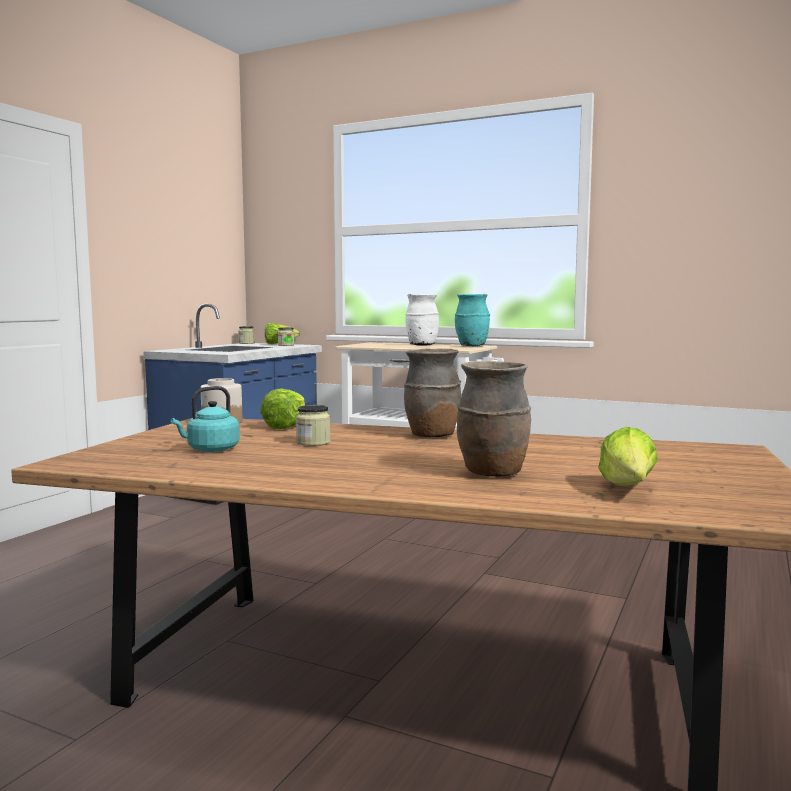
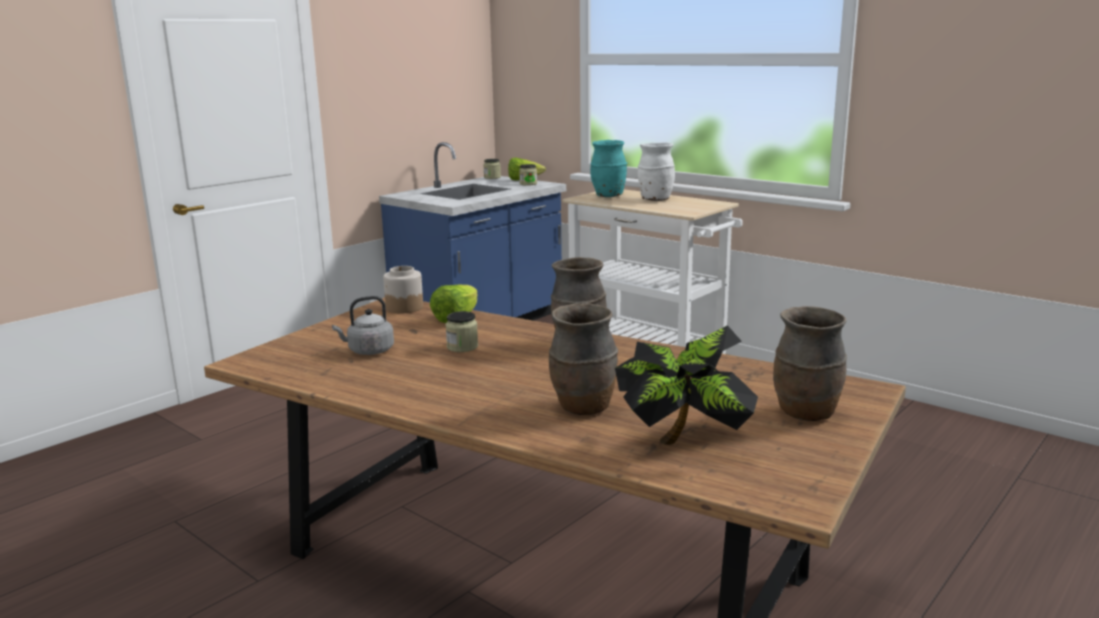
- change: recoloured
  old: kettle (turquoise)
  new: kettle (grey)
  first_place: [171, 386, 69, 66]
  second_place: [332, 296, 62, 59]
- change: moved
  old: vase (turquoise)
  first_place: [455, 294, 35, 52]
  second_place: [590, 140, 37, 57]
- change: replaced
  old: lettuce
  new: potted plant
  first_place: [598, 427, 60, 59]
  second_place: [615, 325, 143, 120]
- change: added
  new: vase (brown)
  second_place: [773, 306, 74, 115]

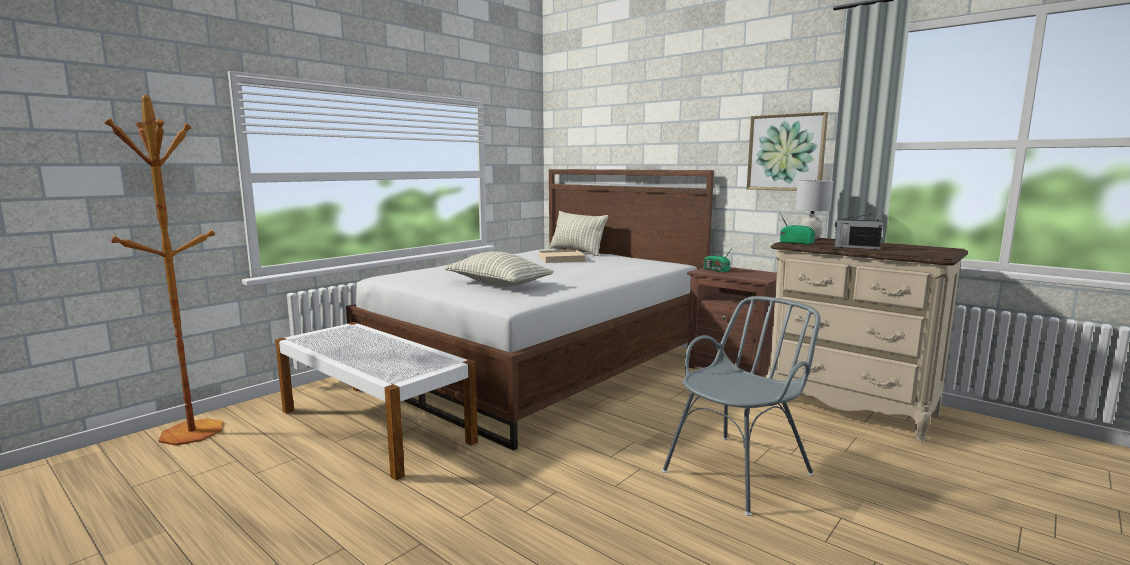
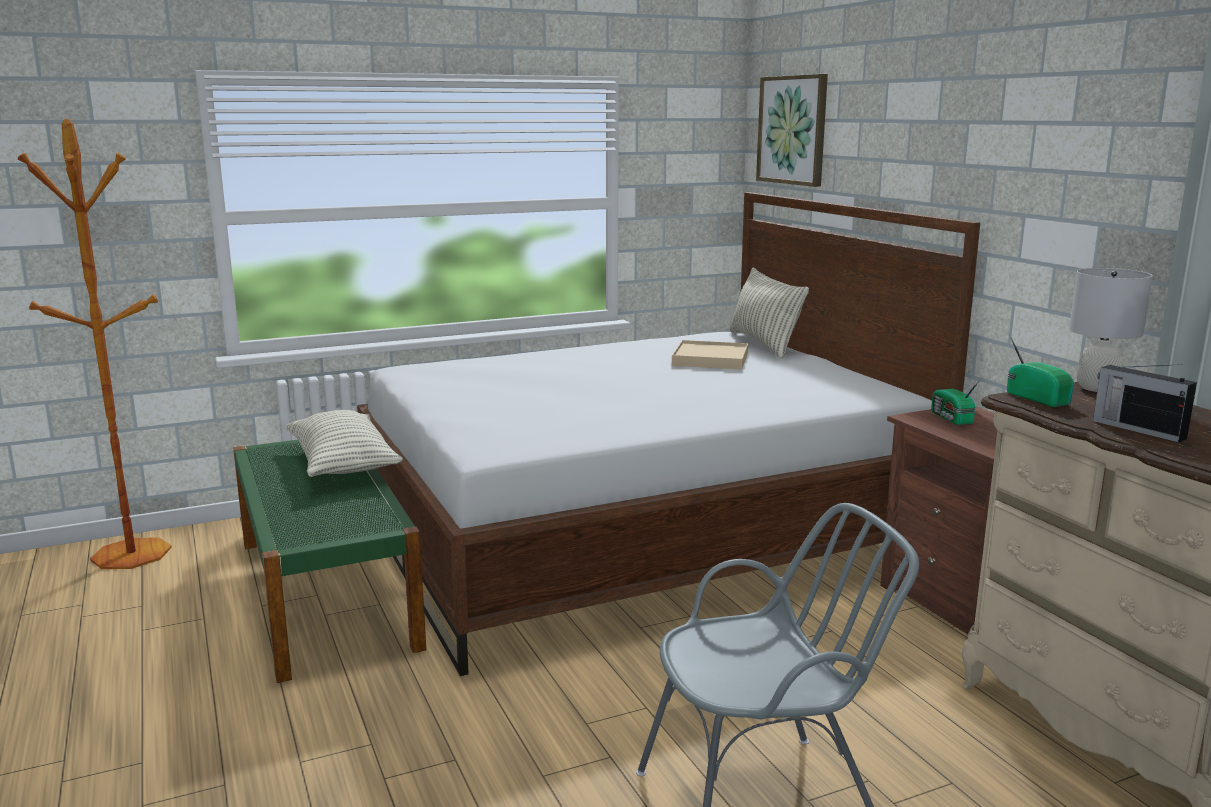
- change: recoloured
  old: bench (white)
  new: bench (green)
  first_place: [275, 322, 203, 159]
  second_place: [233, 440, 193, 243]
- change: moved
  old: pillow
  first_place: [444, 251, 110, 36]
  second_place: [286, 410, 117, 67]
- change: moved
  old: picture
  first_place: [747, 112, 81, 79]
  second_place: [756, 74, 72, 113]

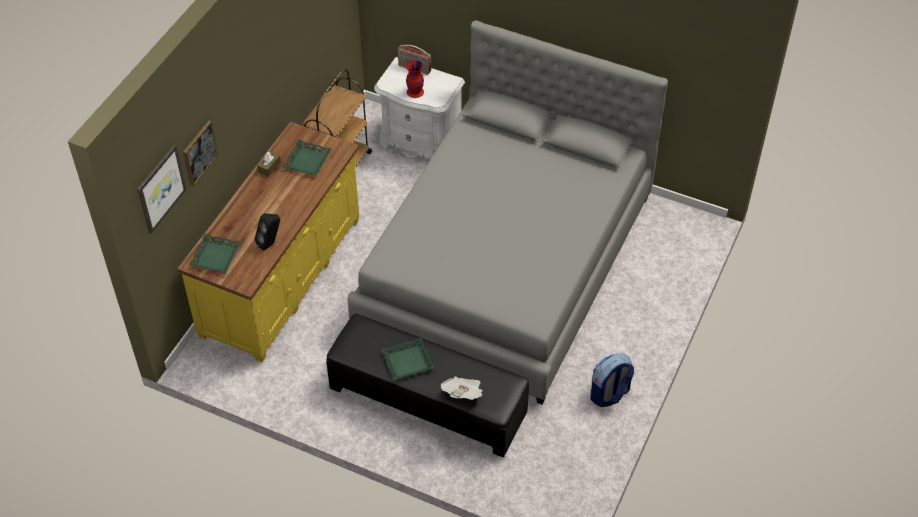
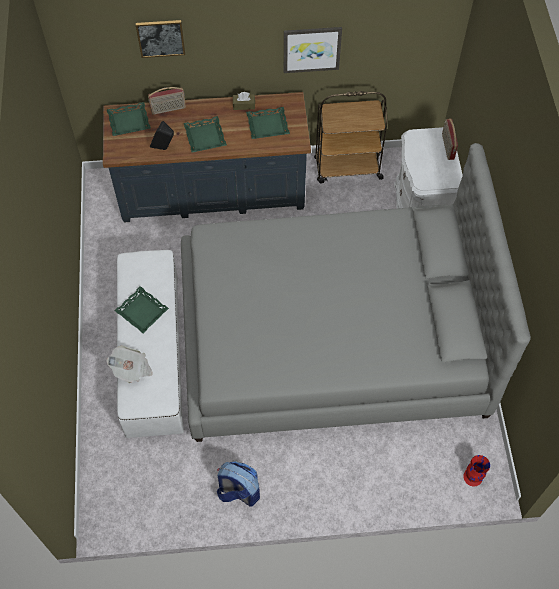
- change: moved
  old: picture
  first_place: [137, 145, 49, 89]
  second_place: [284, 27, 58, 46]
- change: recoloured
  old: dresser (yellow)
  new: dresser (blue)
  first_place: [177, 122, 182, 240]
  second_place: [103, 92, 208, 131]
- change: recoloured
  old: bench (black)
  new: bench (white)
  first_place: [326, 314, 203, 143]
  second_place: [117, 250, 67, 188]
- change: moved
  old: vase (red)
  first_place: [406, 60, 18, 38]
  second_place: [463, 455, 27, 31]
- change: added
  new: radio
  second_place: [148, 87, 38, 28]
- change: added
  new: tray (green)
  second_place: [184, 116, 43, 37]

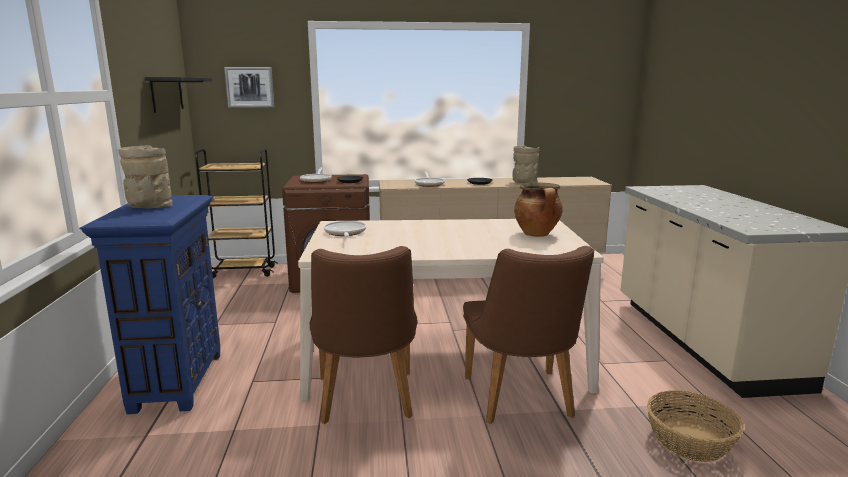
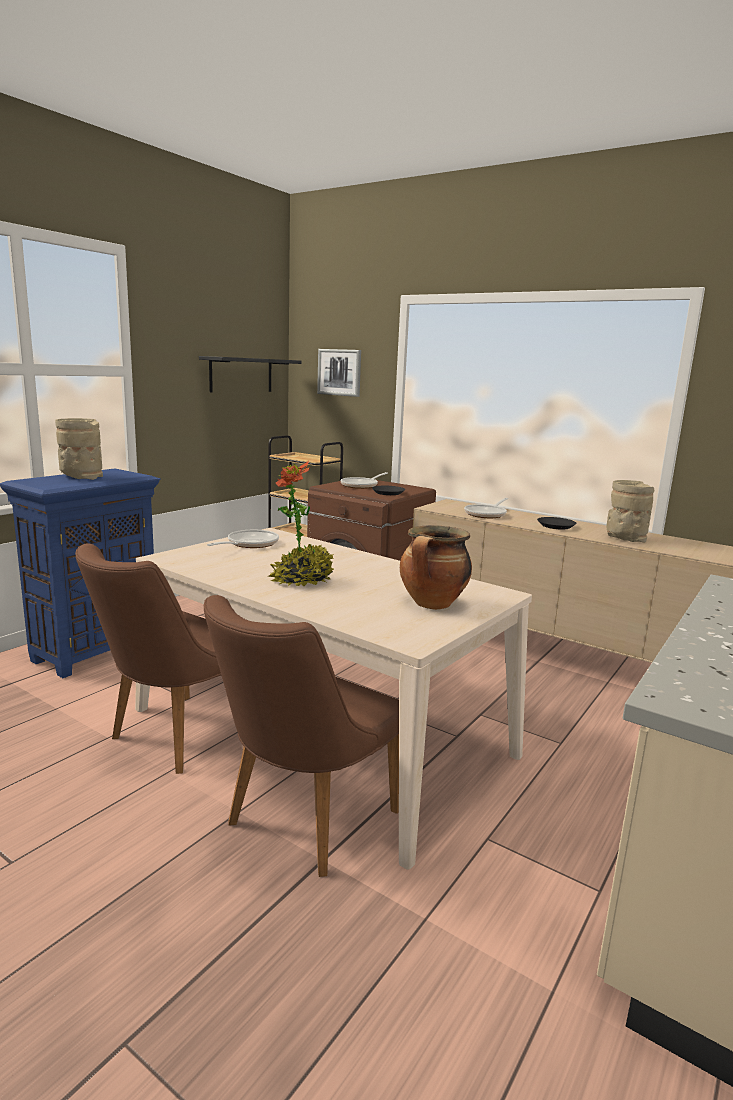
- change: removed
  old: basket
  first_place: [647, 391, 97, 71]
- change: added
  new: potted plant
  second_place: [267, 461, 67, 125]

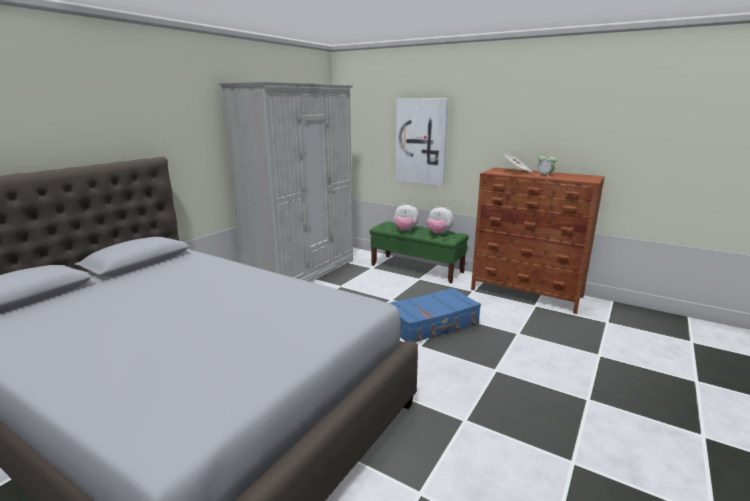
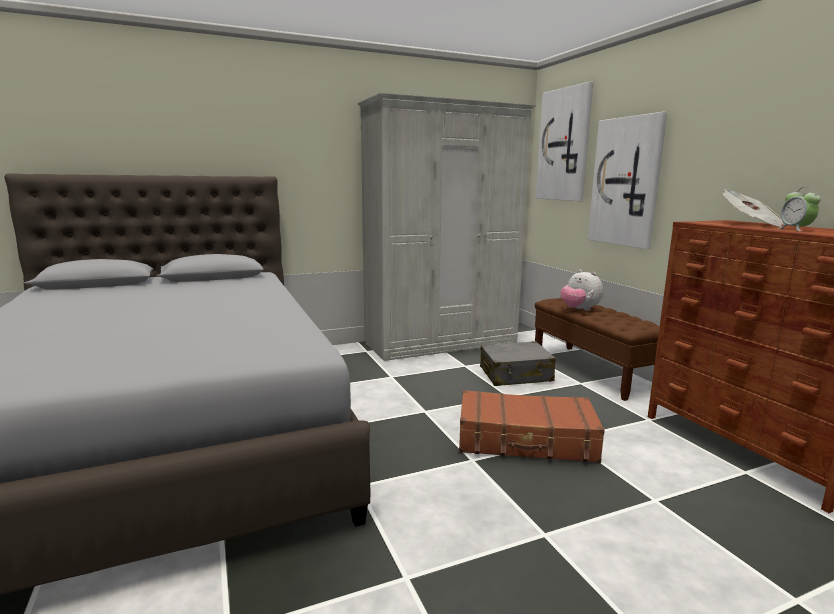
- change: recoloured
  old: bench (green)
  new: bench (brown)
  first_place: [370, 222, 99, 62]
  second_place: [535, 298, 125, 103]
- change: recoloured
  old: suitcase (blue)
  new: suitcase (brown)
  first_place: [389, 287, 92, 55]
  second_place: [459, 390, 146, 73]
- change: removed
  old: plush toy
  first_place: [427, 206, 27, 28]
- change: added
  new: suitcase (grey)
  second_place: [480, 341, 76, 45]
- change: added
  new: picture
  second_place: [536, 82, 57, 119]

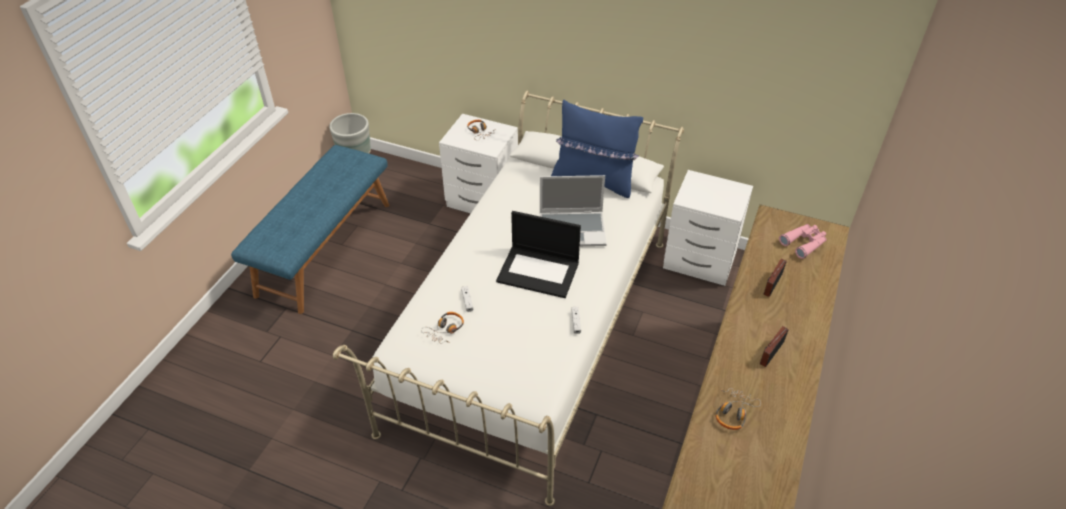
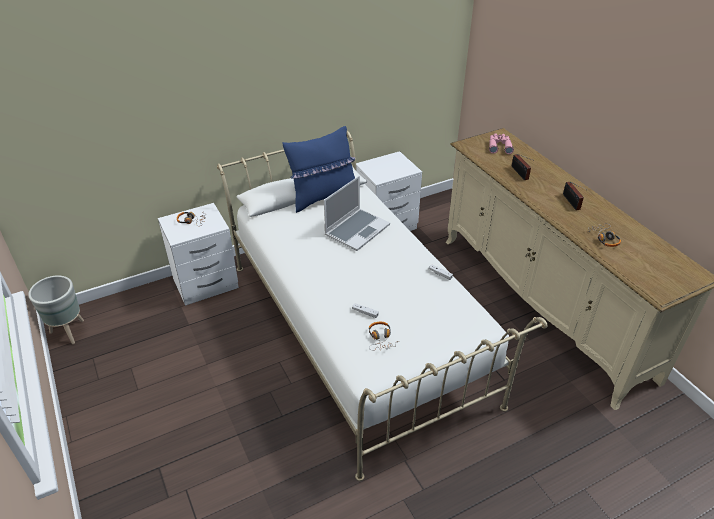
- change: removed
  old: bench (blue)
  first_place: [231, 145, 159, 169]
- change: removed
  old: laptop
  first_place: [496, 211, 85, 87]

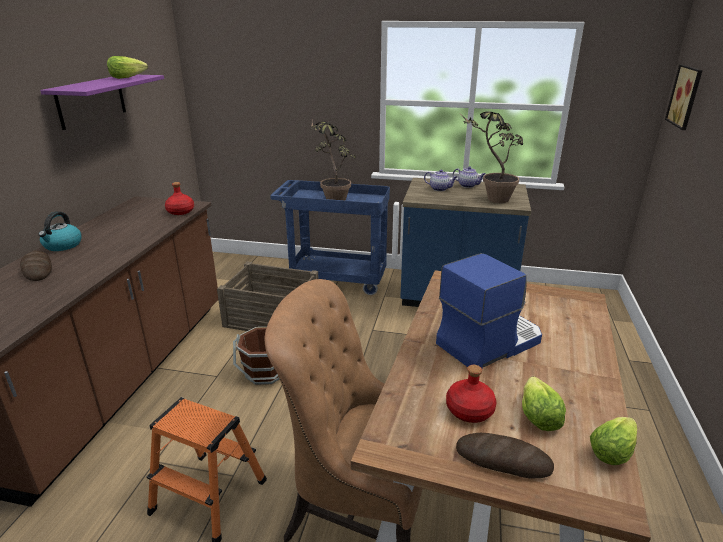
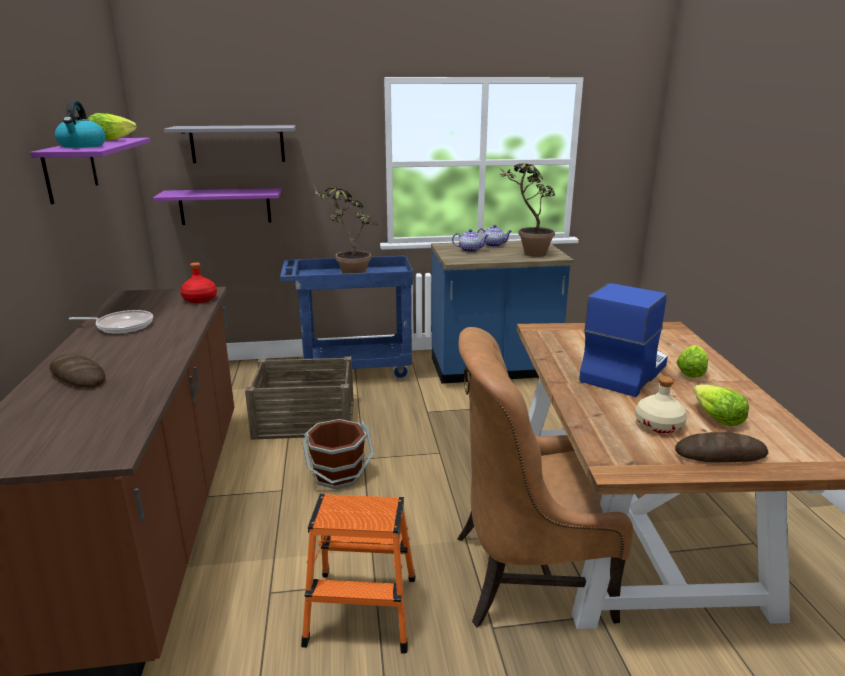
- change: moved
  old: kettle
  first_place: [38, 211, 44, 40]
  second_place: [55, 101, 51, 47]
- change: recoloured
  old: bottle (red)
  new: bottle (beige)
  first_place: [446, 365, 51, 58]
  second_place: [635, 376, 52, 57]
- change: moved
  old: lettuce
  first_place: [590, 417, 47, 48]
  second_place: [677, 345, 31, 33]
- change: removed
  old: picture
  first_place: [665, 65, 38, 65]
- change: added
  new: frying pan
  second_place: [69, 310, 84, 24]
- change: added
  new: shelf (purple)
  second_place: [153, 188, 129, 37]
- change: added
  new: shelf (grey)
  second_place: [164, 125, 132, 38]

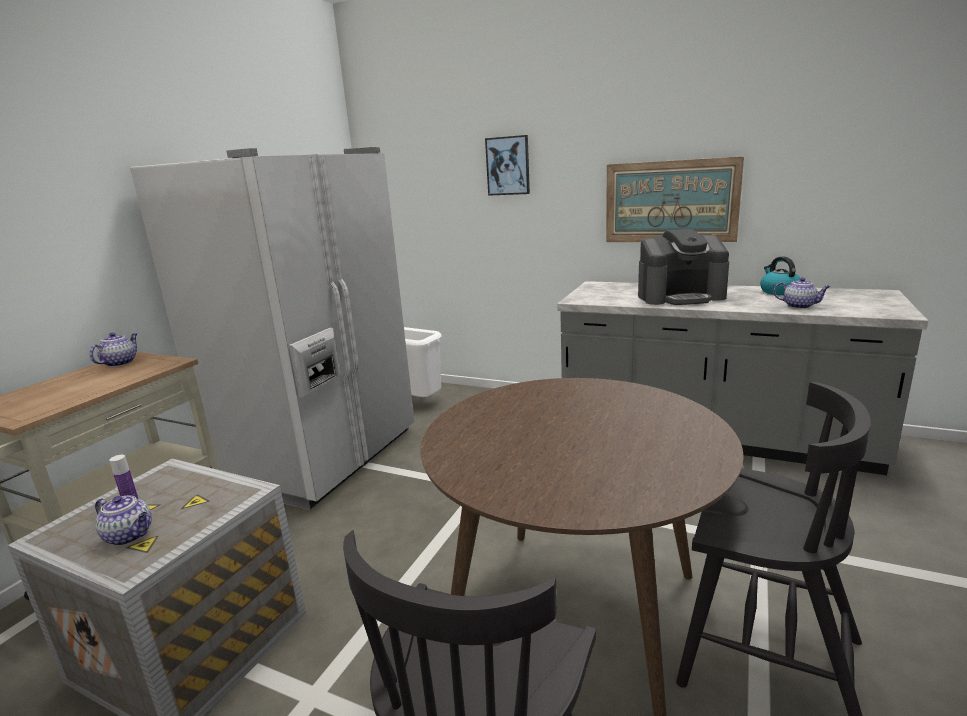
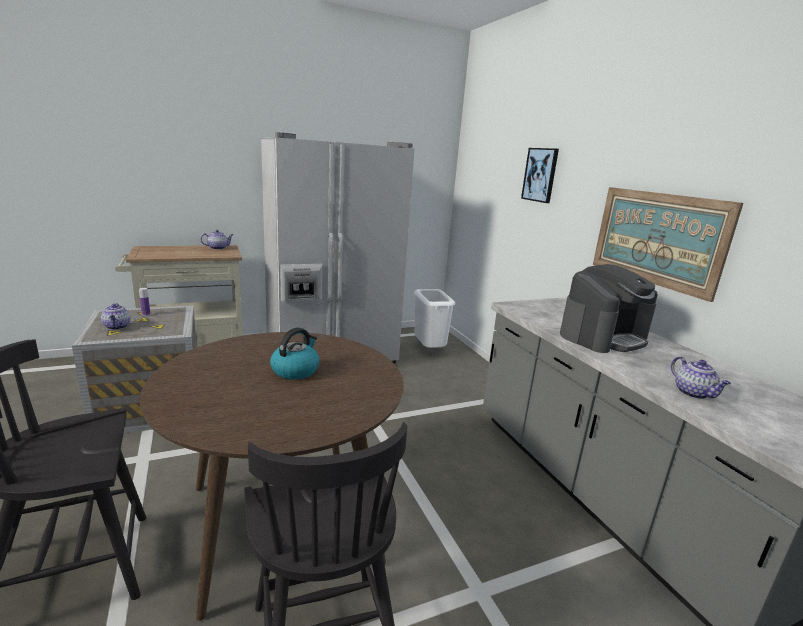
- change: turned
  old: coffee machine
  first_place: [638, 229, 91, 76]
  second_place: [560, 264, 98, 89]
  degrees: -75
- change: moved
  old: kettle
  first_place: [760, 256, 40, 39]
  second_place: [270, 327, 49, 53]

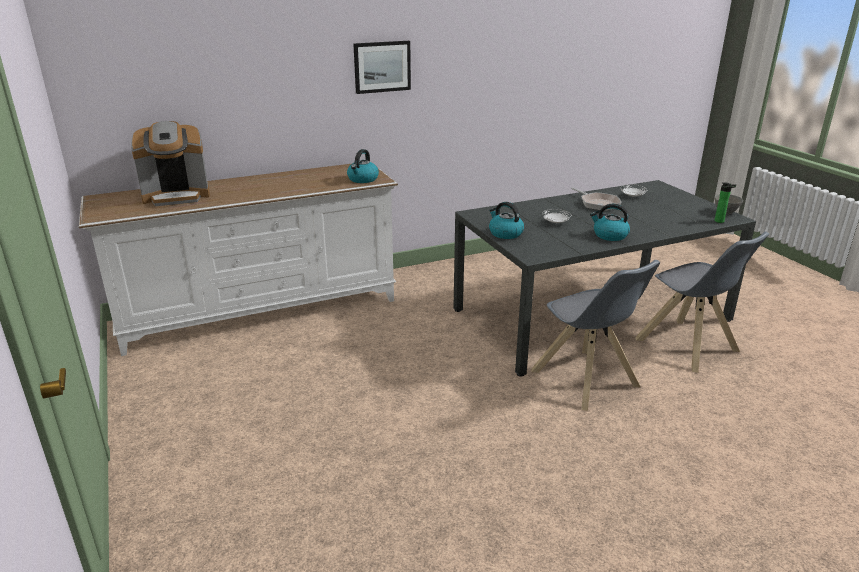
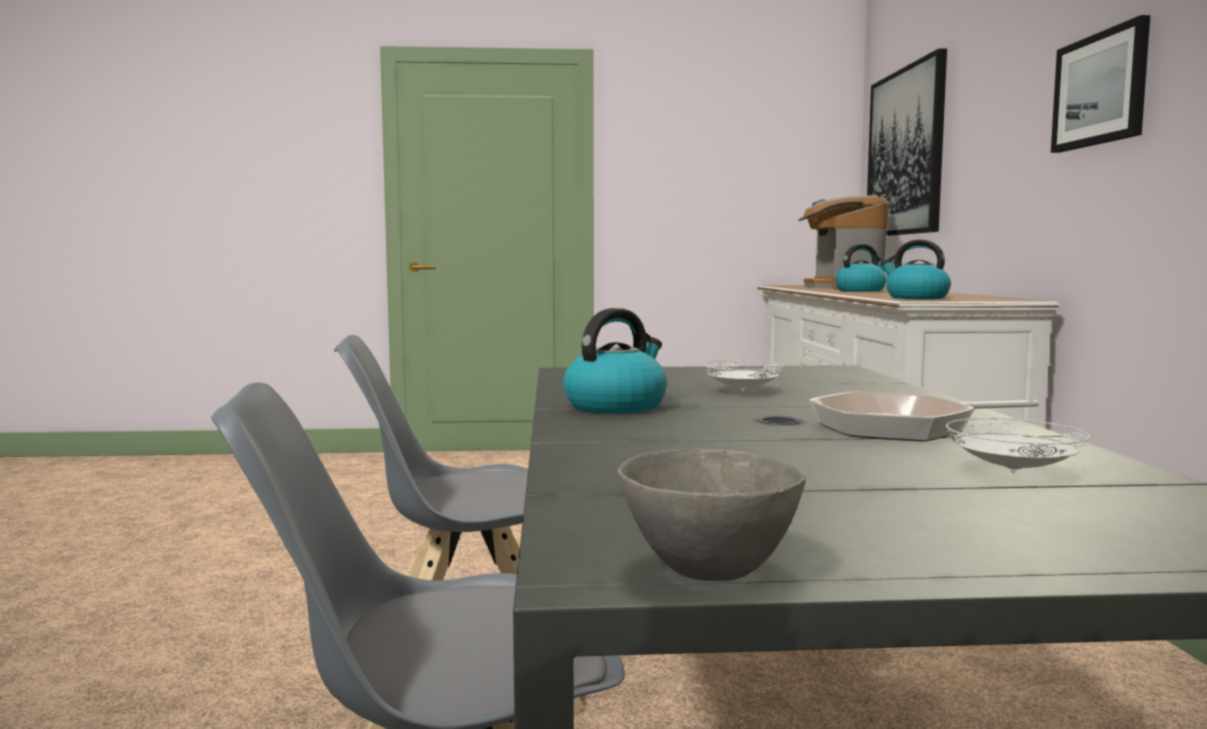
- change: moved
  old: kettle
  first_place: [489, 202, 35, 37]
  second_place: [835, 244, 51, 48]
- change: removed
  old: bottle
  first_place: [714, 182, 22, 41]
- change: added
  new: picture
  second_place: [867, 49, 80, 187]

